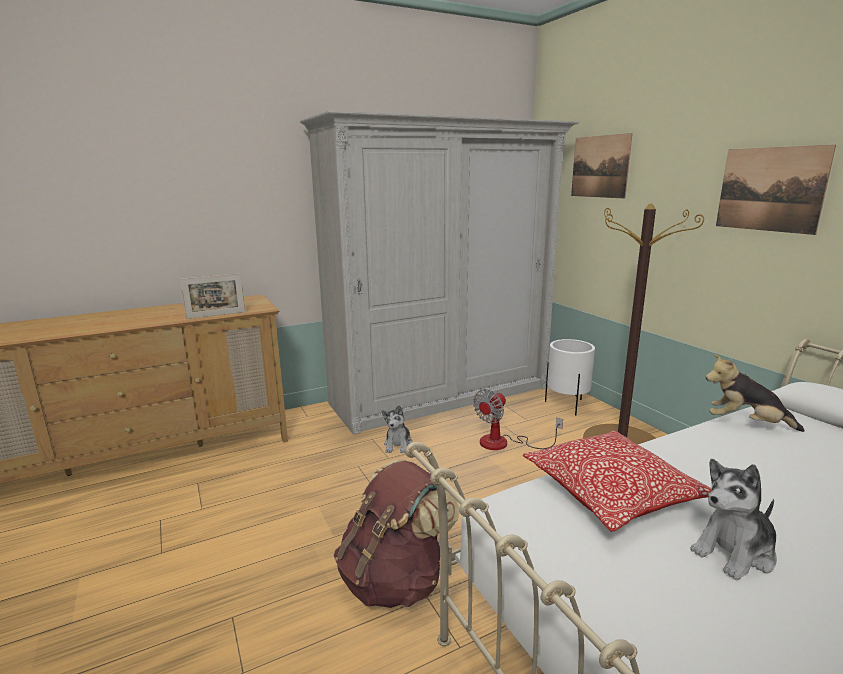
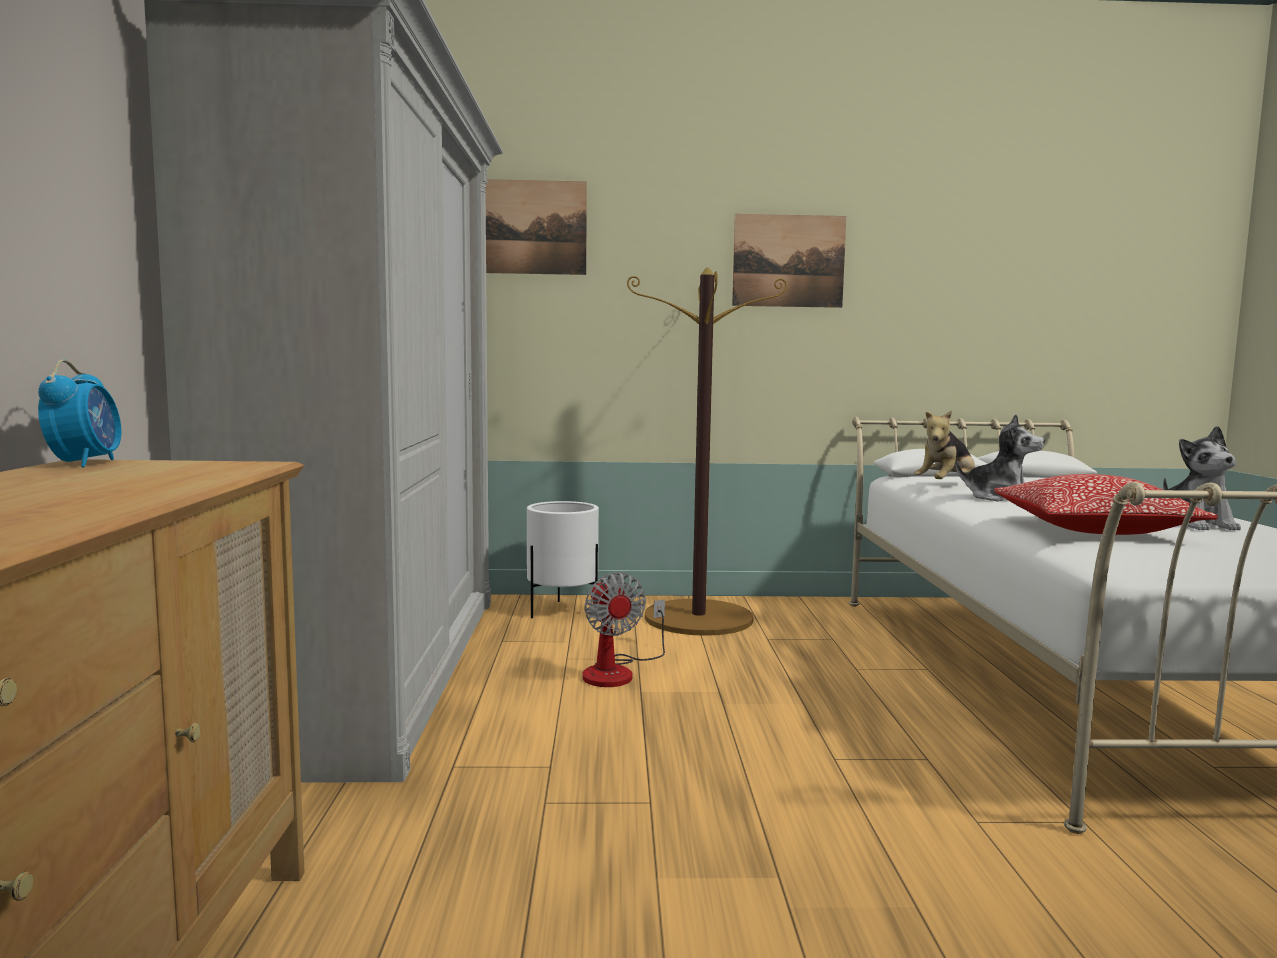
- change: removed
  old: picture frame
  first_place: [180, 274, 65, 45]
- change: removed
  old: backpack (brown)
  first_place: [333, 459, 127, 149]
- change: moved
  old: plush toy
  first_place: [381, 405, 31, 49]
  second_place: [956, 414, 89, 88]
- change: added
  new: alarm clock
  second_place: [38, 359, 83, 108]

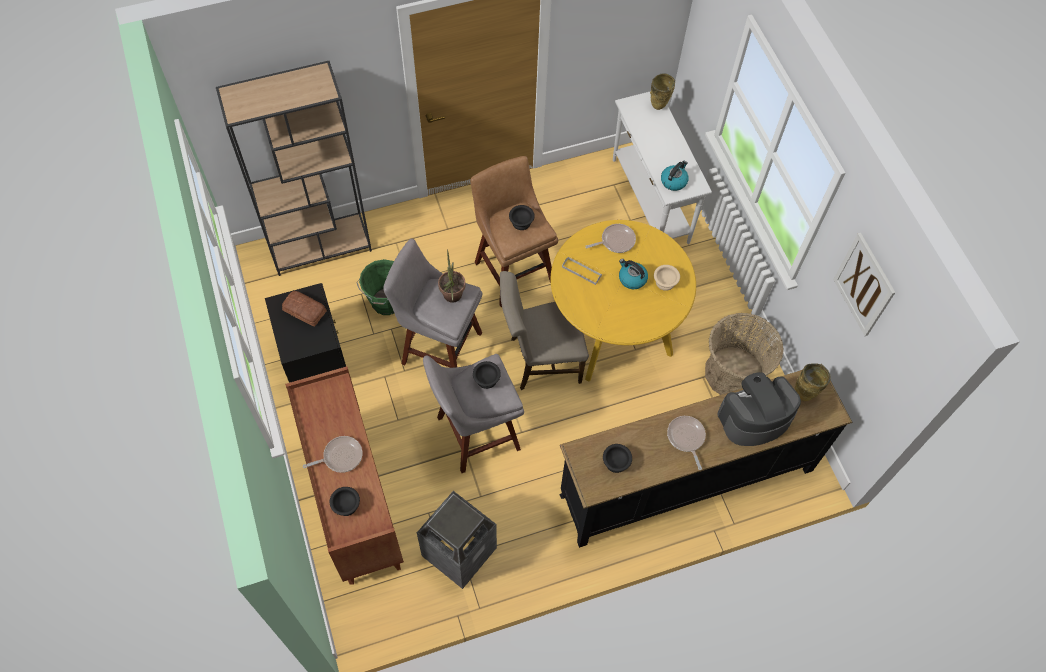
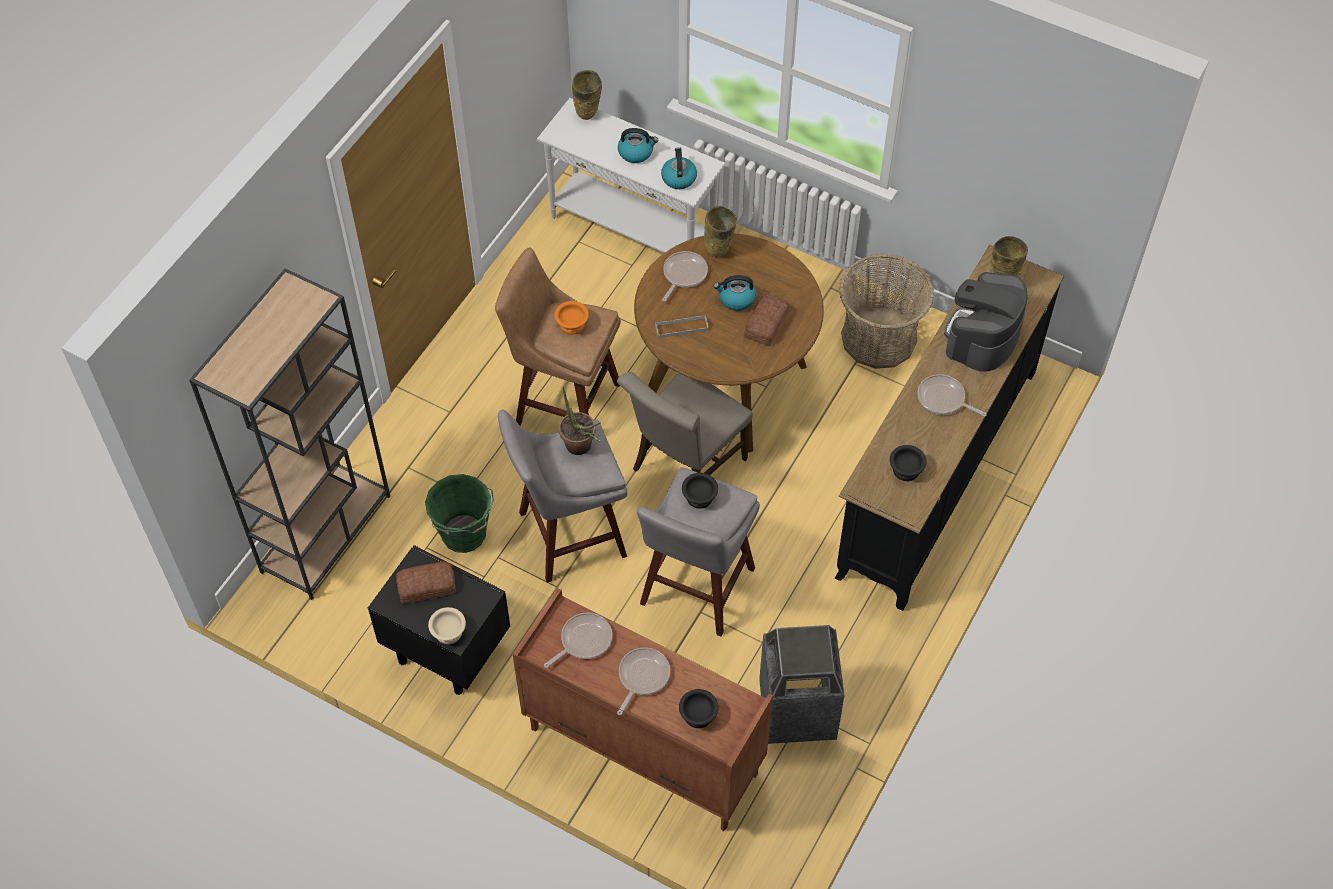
- change: recoloured
  old: bowl (black)
  new: bowl (orange)
  first_place: [509, 205, 26, 25]
  second_place: [554, 301, 35, 34]
- change: recoloured
  old: dining table (yellow)
  new: dining table (brown)
  first_place: [550, 220, 146, 161]
  second_place: [634, 233, 190, 220]
- change: moved
  old: bowl (beige)
  first_place: [654, 265, 26, 26]
  second_place: [428, 607, 38, 37]
- change: removed
  old: picture
  first_place: [833, 233, 63, 103]
- change: added
  new: frying pan
  second_place: [544, 613, 68, 55]
- change: added
  new: kettle
  second_place: [618, 128, 41, 35]
- change: added
  new: vase (beige)
  second_place: [704, 206, 33, 51]
- change: added
  new: bread
  second_place: [744, 294, 46, 52]

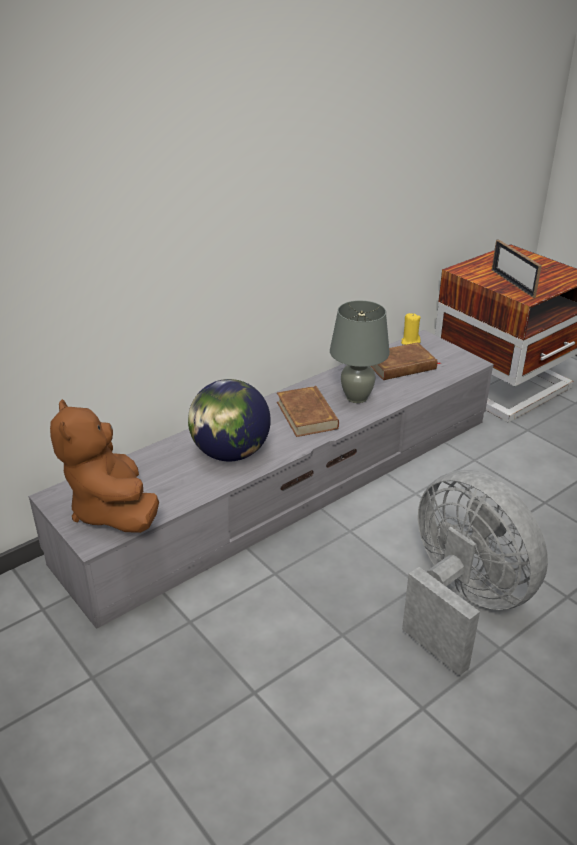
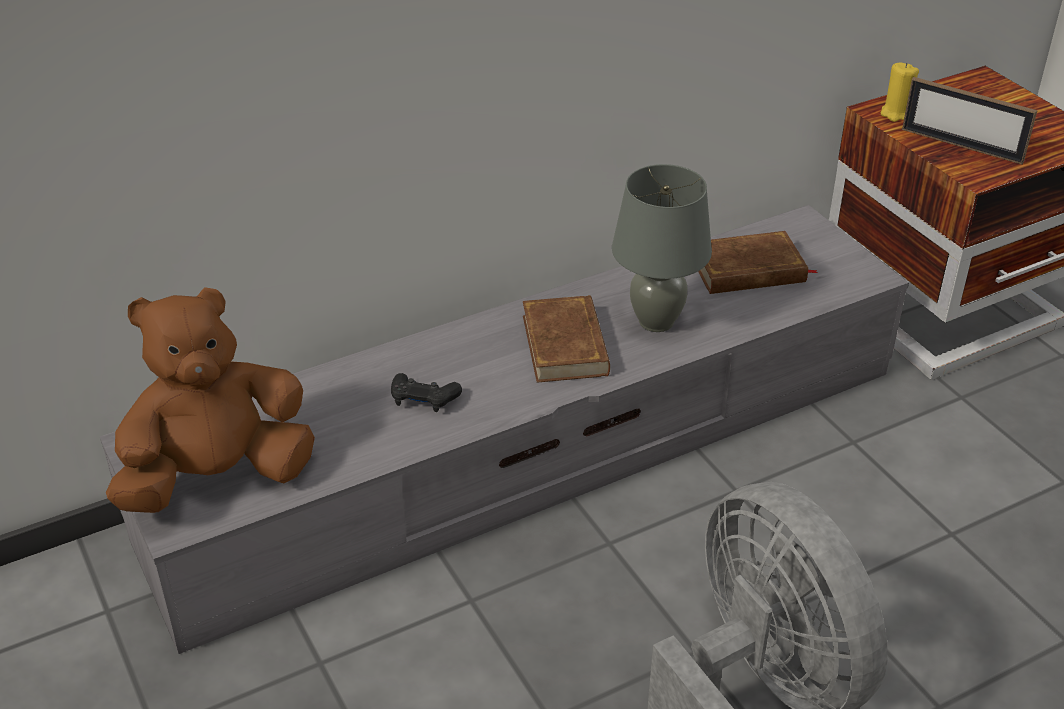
- change: turned
  old: plush toy (brown)
  first_place: [50, 399, 109, 134]
  second_place: [106, 287, 209, 226]
  degrees: 75
- change: replaced
  old: globe
  new: game controller (black)
  first_place: [188, 379, 83, 83]
  second_place: [391, 373, 71, 39]
- change: moved
  old: candle (yellow)
  first_place: [401, 313, 20, 32]
  second_place: [881, 63, 38, 59]
- change: turned
  old: picture frame
  first_place: [492, 239, 50, 59]
  second_place: [902, 77, 136, 88]
  degrees: -45

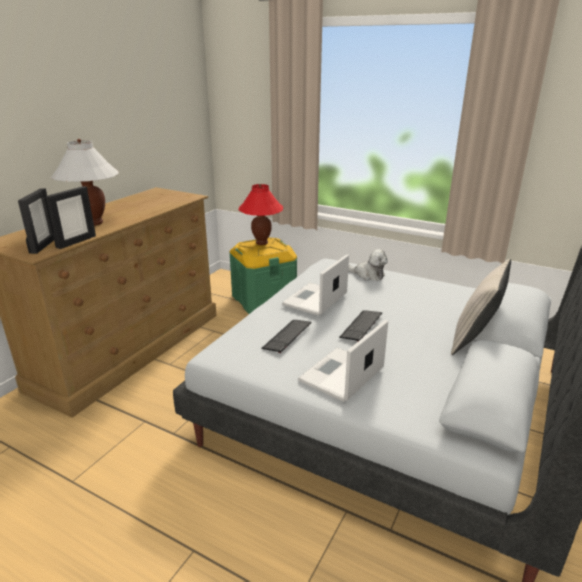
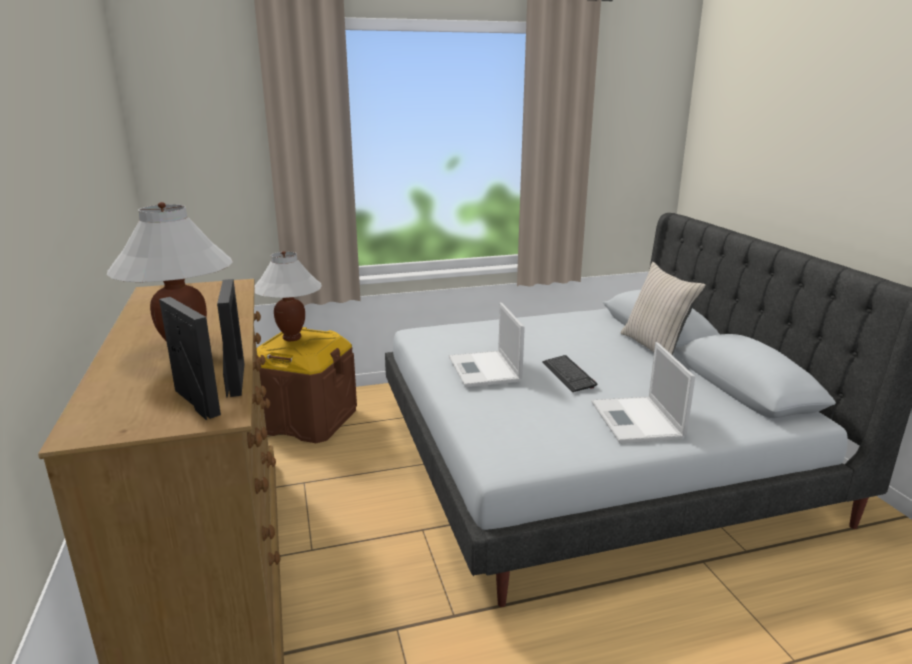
- change: recoloured
  old: storage box (green)
  new: storage box (brown)
  first_place: [229, 237, 68, 77]
  second_place: [257, 327, 100, 116]
- change: recoloured
  old: table lamp (red)
  new: table lamp (white)
  first_place: [239, 184, 44, 61]
  second_place: [254, 251, 68, 90]
- change: removed
  old: keyboard
  first_place: [261, 320, 51, 33]
- change: removed
  old: plush toy
  first_place: [348, 249, 40, 32]

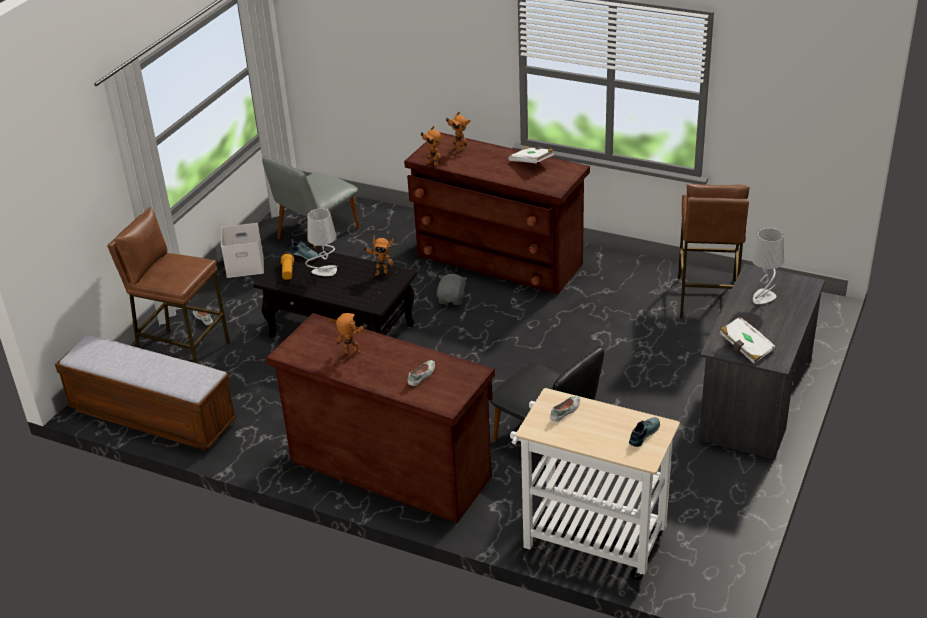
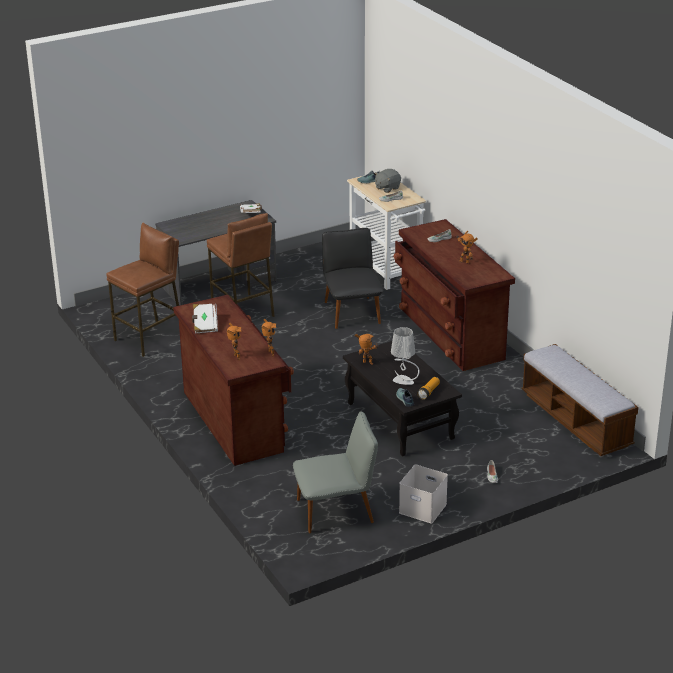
- change: moved
  old: stool (brown)
  first_place: [107, 207, 123, 157]
  second_place: [207, 213, 68, 104]
- change: moved
  old: plush toy (grey)
  first_place: [437, 274, 30, 31]
  second_place: [375, 169, 26, 24]
- change: removed
  old: table lamp (grey)
  first_place: [751, 228, 33, 76]

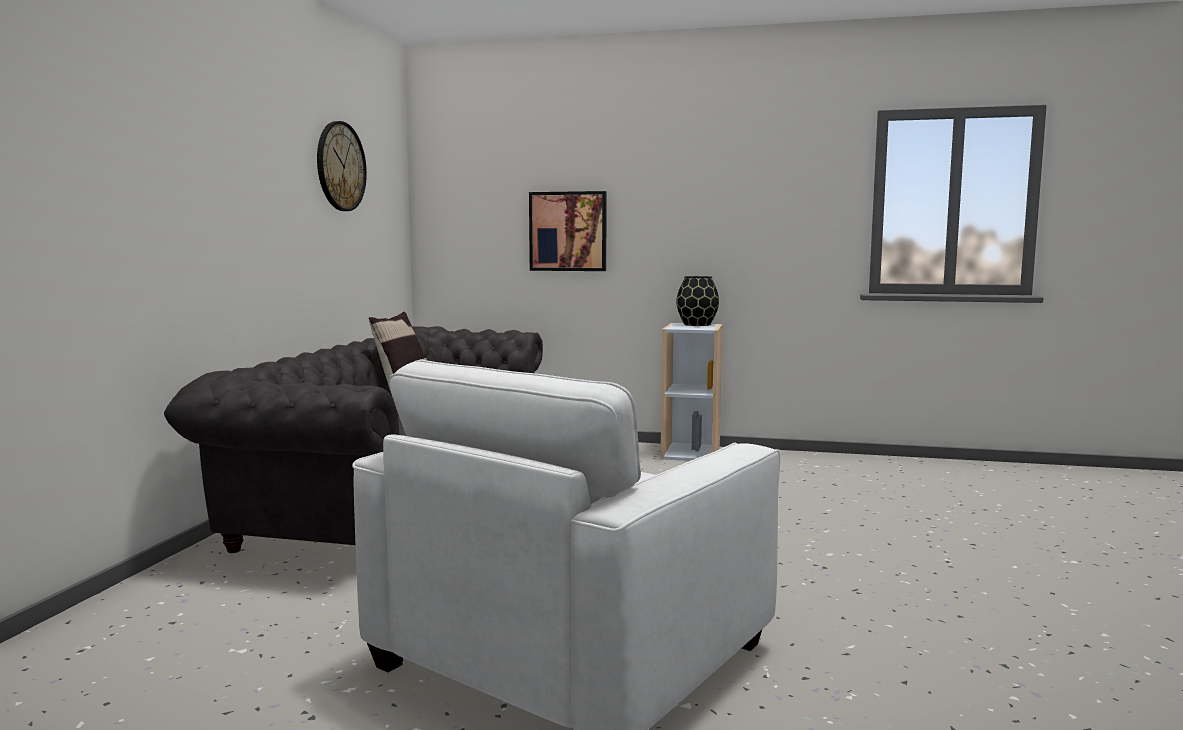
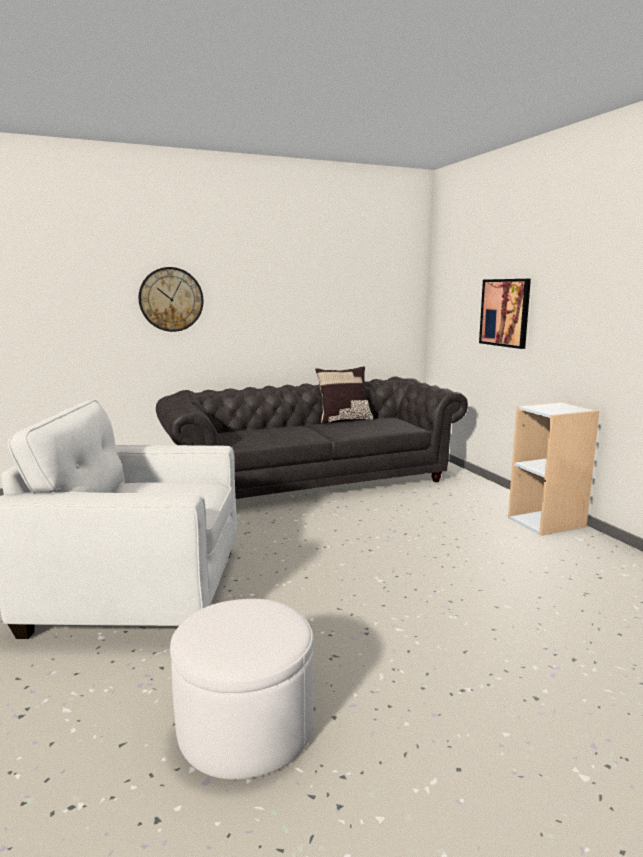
- change: moved
  old: wall clock
  first_place: [317, 121, 50, 90]
  second_place: [139, 267, 65, 65]
- change: removed
  old: vase (black)
  first_place: [677, 276, 42, 50]
- change: added
  new: ottoman (white)
  second_place: [170, 599, 144, 181]

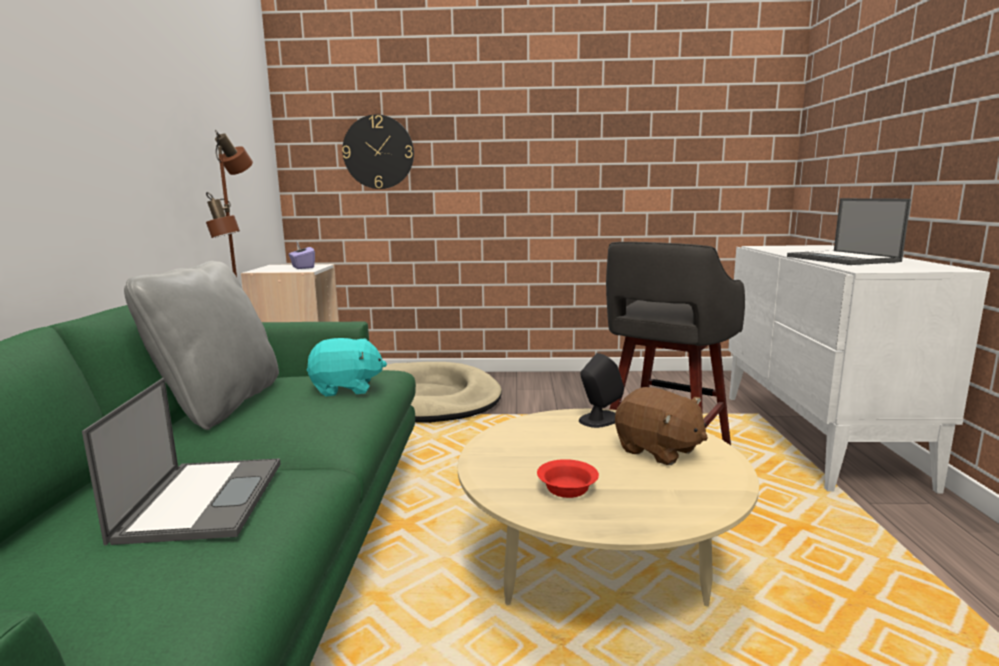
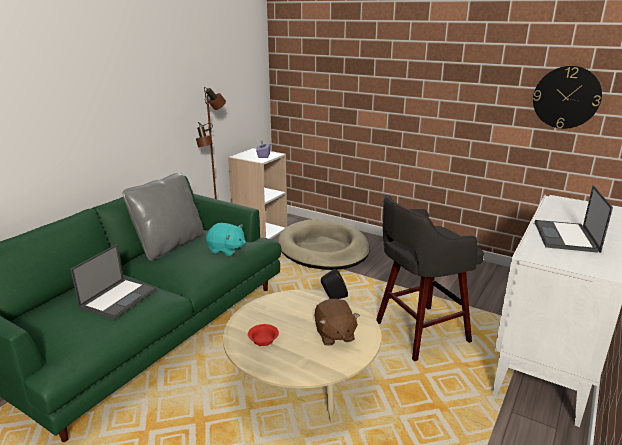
- change: moved
  old: wall clock
  first_place: [342, 114, 72, 75]
  second_place: [533, 66, 69, 63]

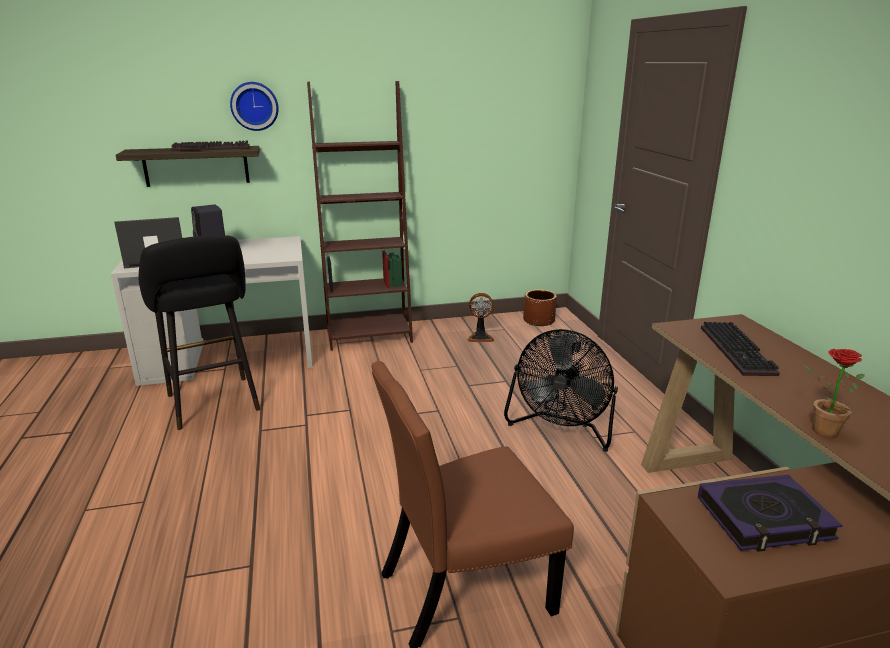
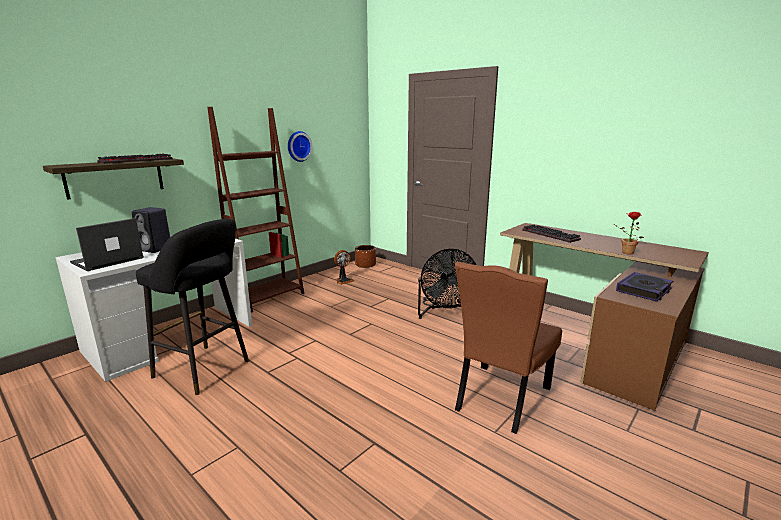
- change: moved
  old: wall clock
  first_place: [230, 82, 49, 49]
  second_place: [288, 131, 25, 31]

